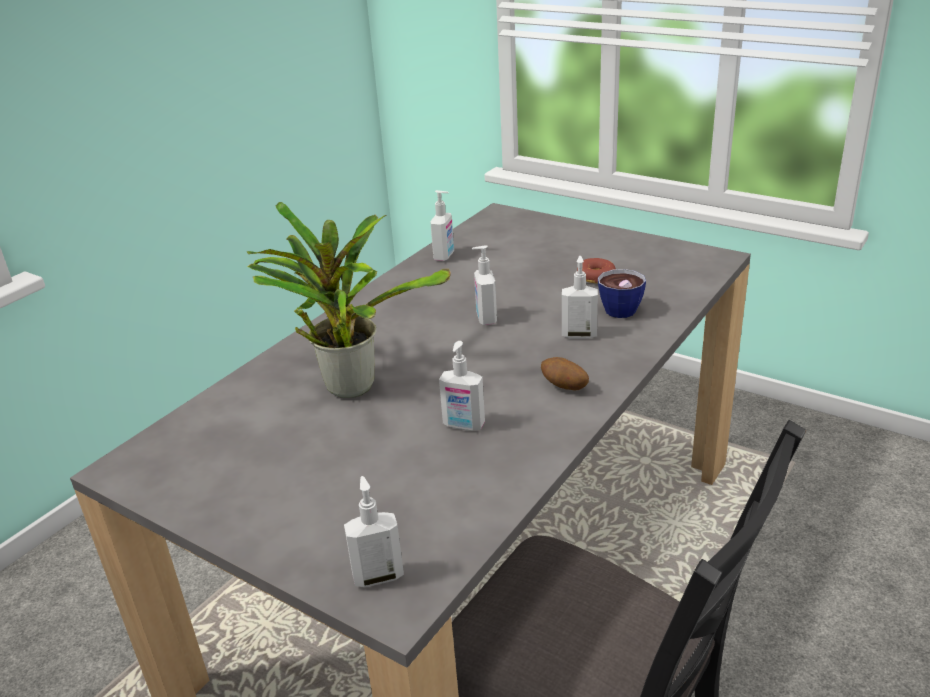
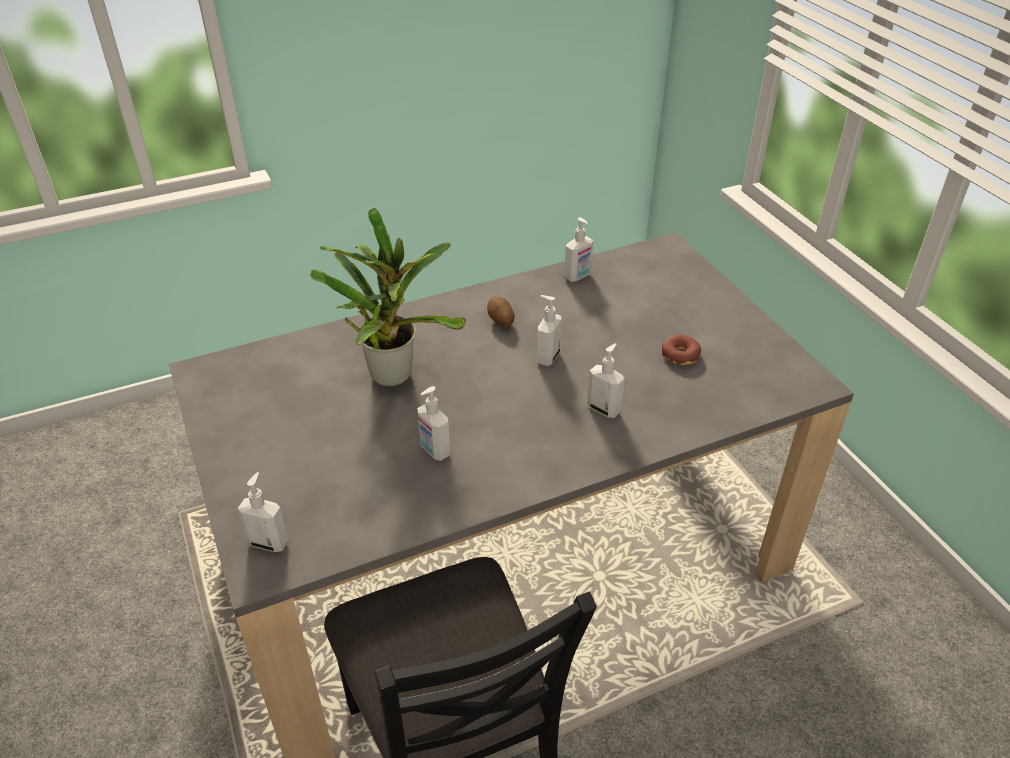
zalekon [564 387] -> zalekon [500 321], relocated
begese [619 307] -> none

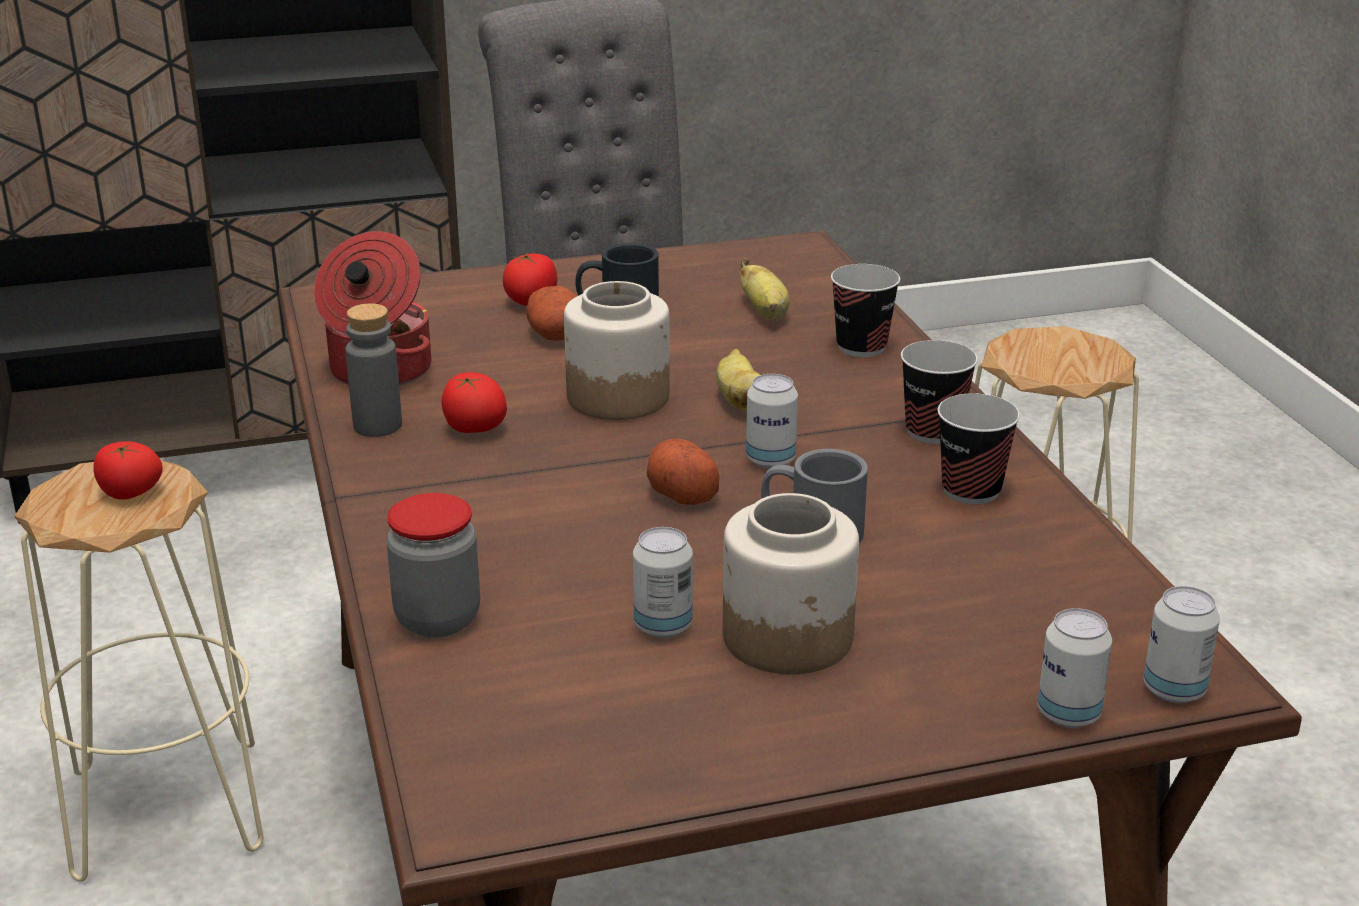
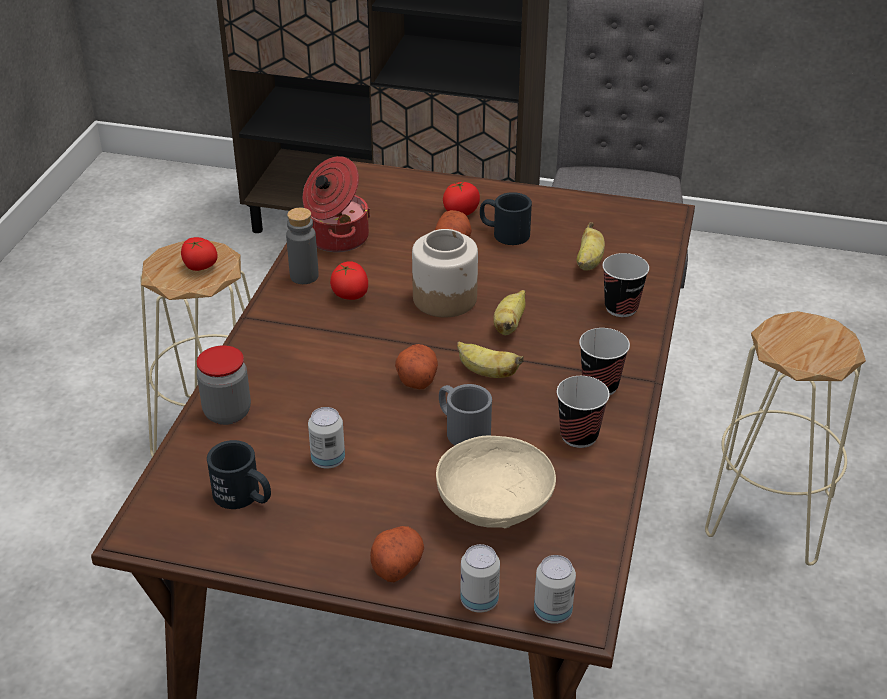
none -> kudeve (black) [244 497]
none -> zalekon [396 564]
none -> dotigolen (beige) [492 511]
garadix [770 460] -> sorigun [486 372]
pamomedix [789 638] -> none

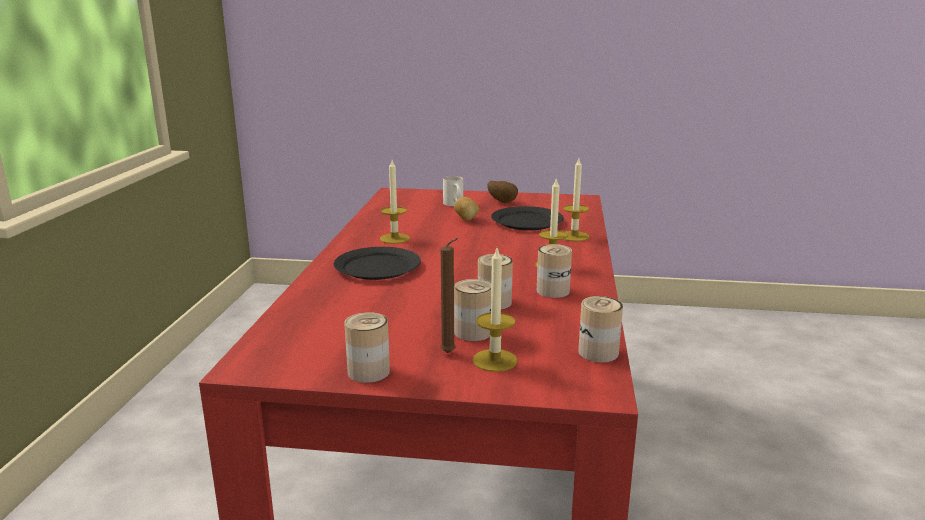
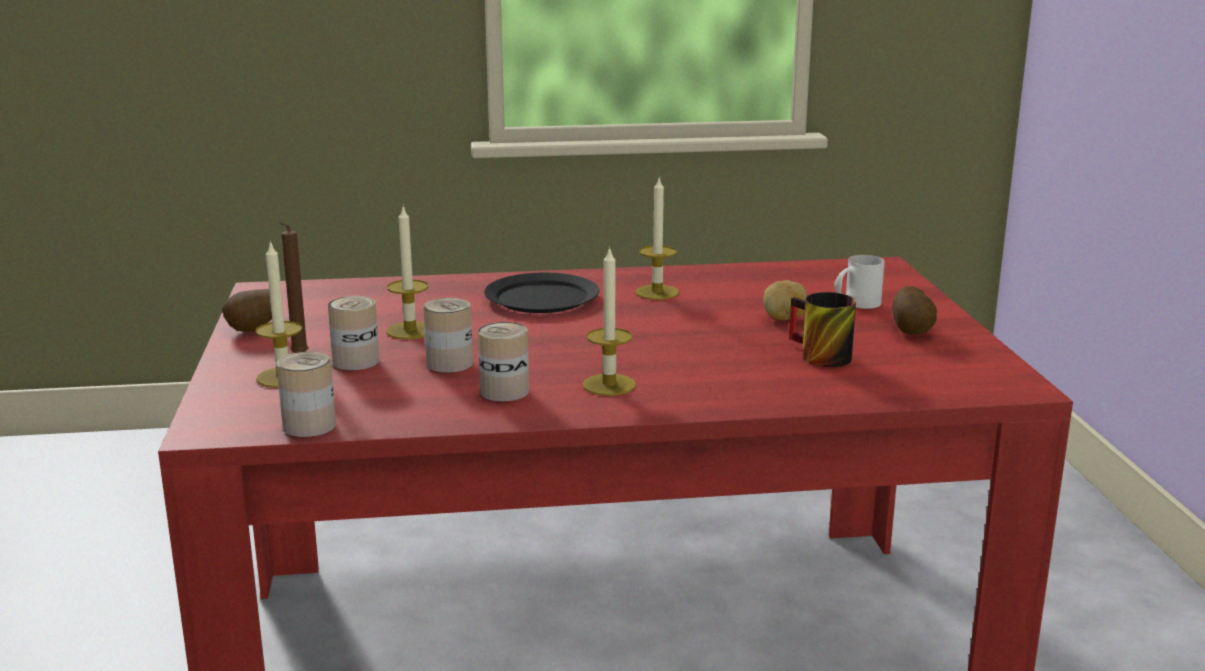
garadix [368 372] -> zalekon [254 331]
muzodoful [574 236] -> muzodoful [410 330], relocated
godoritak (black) [527 221] -> kudeve [816 356]

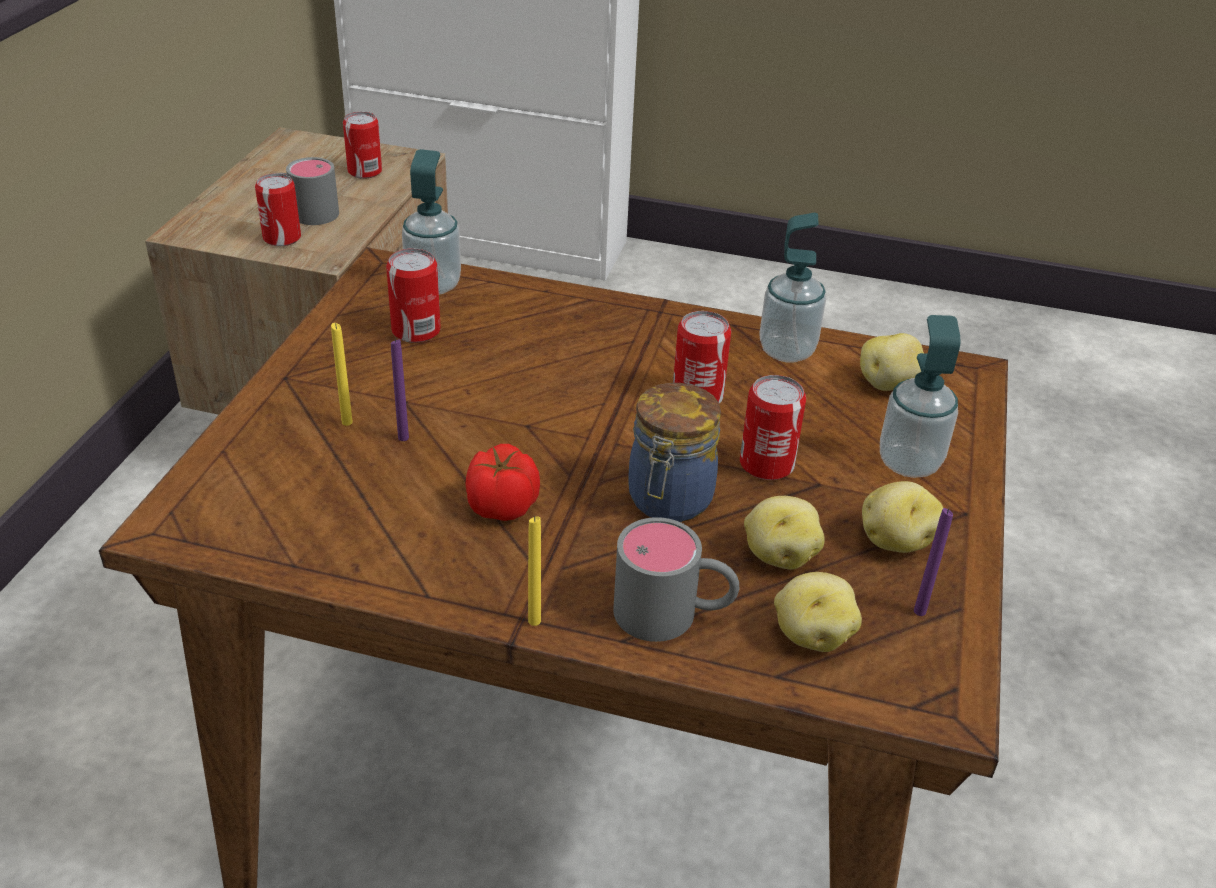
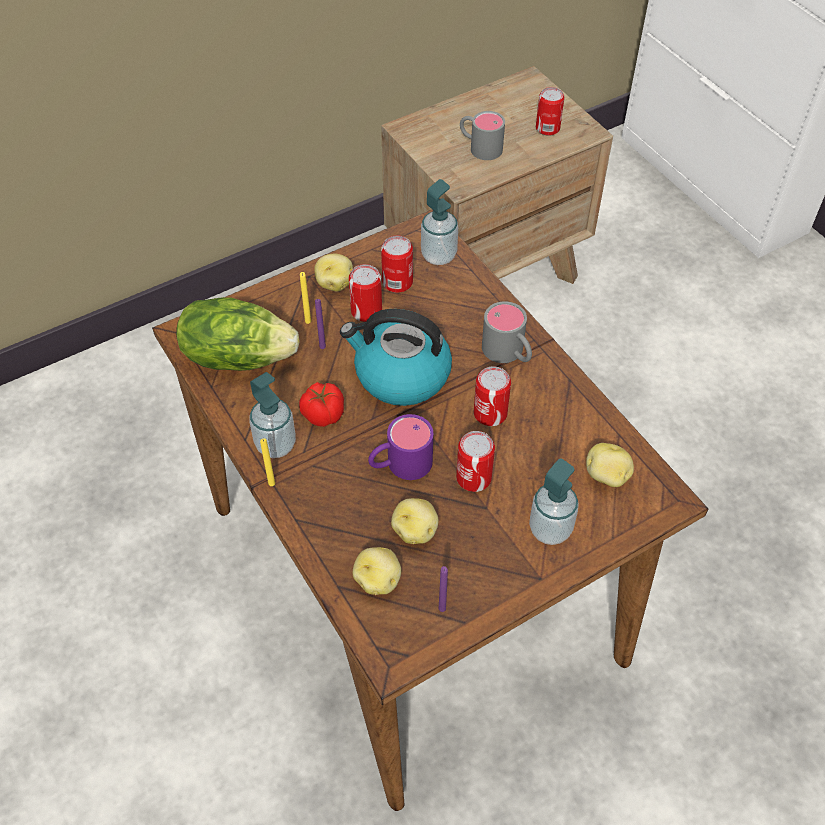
none -> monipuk [238 356]
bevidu [787 351] -> bevidu [275 445], relocated
zalekon [894 540] -> zalekon [335 283], relocated
none -> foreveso [400 375]
garadix [282 238] -> garadix [366 311], relocated
pamomedix [668 501] -> kudeve (purple) [400 464]
kudeve (grey) [673 614] -> kudeve (grey) [508 353], relocated

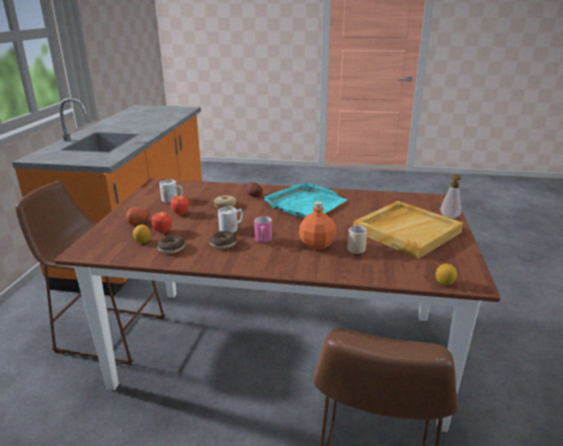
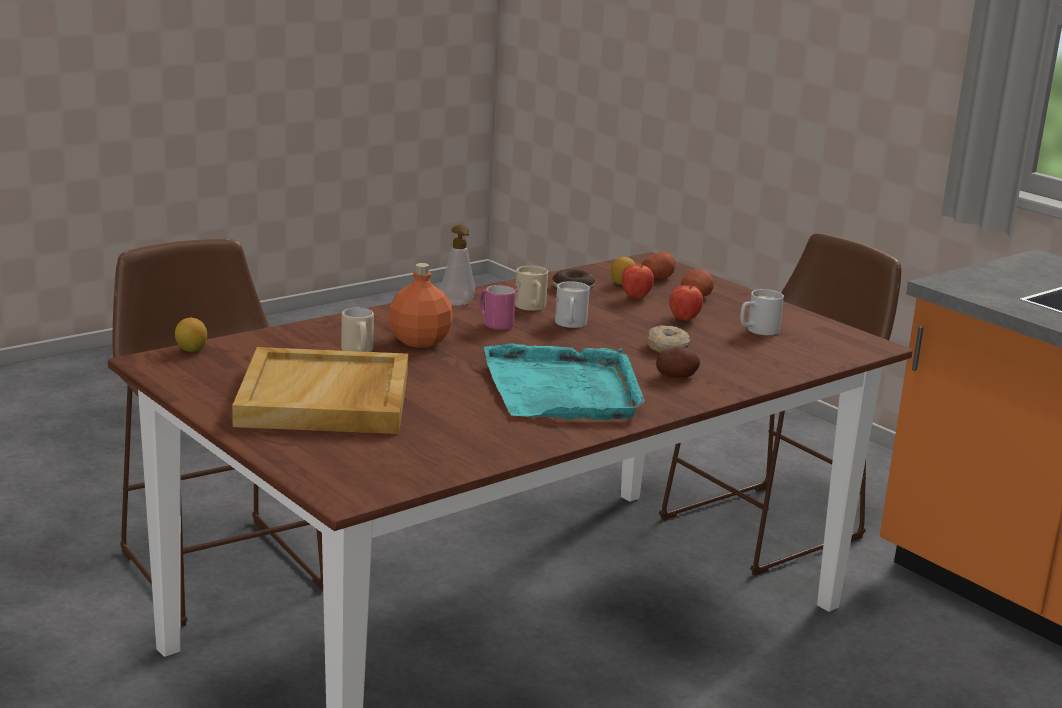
bevidu [449 216] -> bevidu [458 304], relocated
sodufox [223 244] -> kudeve (beige) [532 308]
none -> zalekon [657 277]

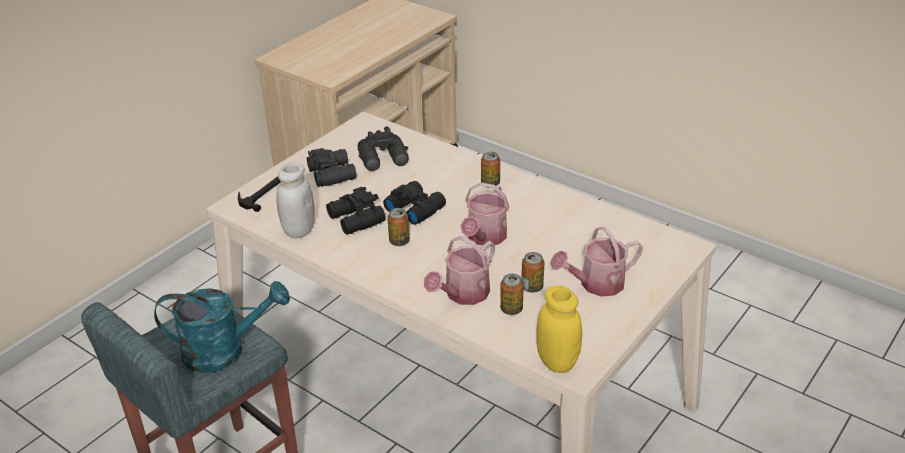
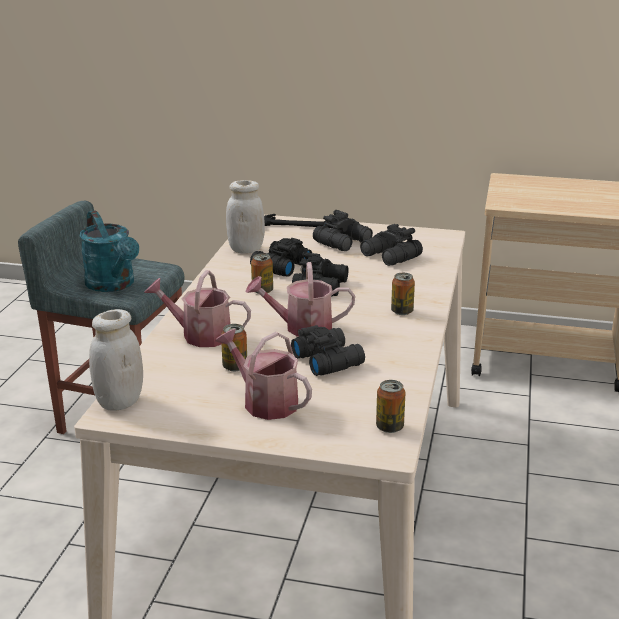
pamomedix (yellow) [557 362] -> pamomedix (white) [119 402]
none -> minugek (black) [328 359]
garadix [511 309] -> garadix [389 427], relocated

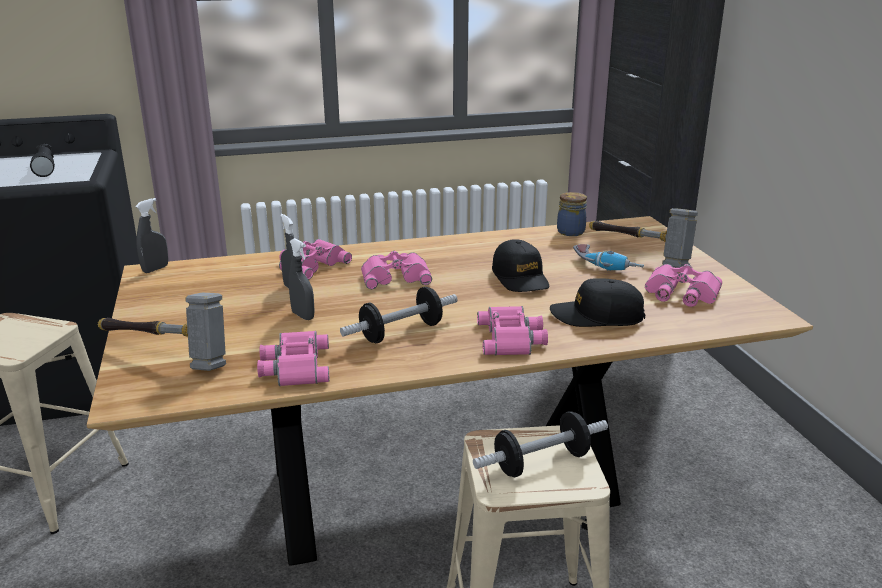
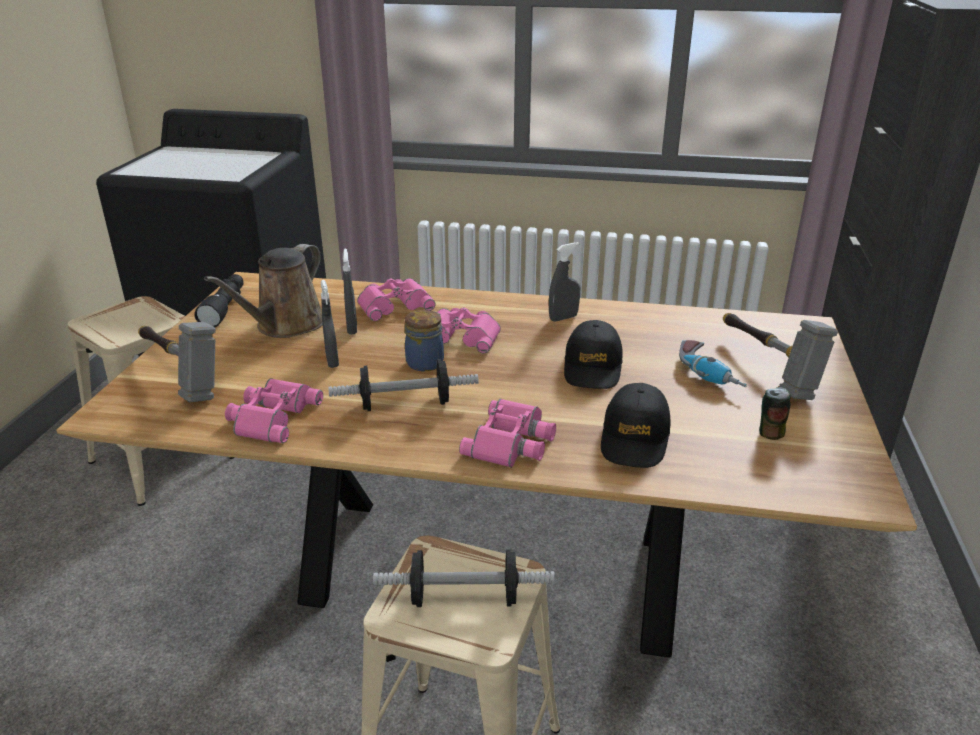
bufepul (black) [45 167] -> bufepul (black) [225 308], relocated
none -> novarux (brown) [286 326]
pamomedix [571 231] -> pamomedix [426 362], relocated
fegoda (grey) [155 269] -> fegoda (grey) [563 318], relocated
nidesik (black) [597 316] -> nidesik (black) [635 438], 105 degrees counterclockwise
minugek (pink) [680 293] -> garadix [770 433]

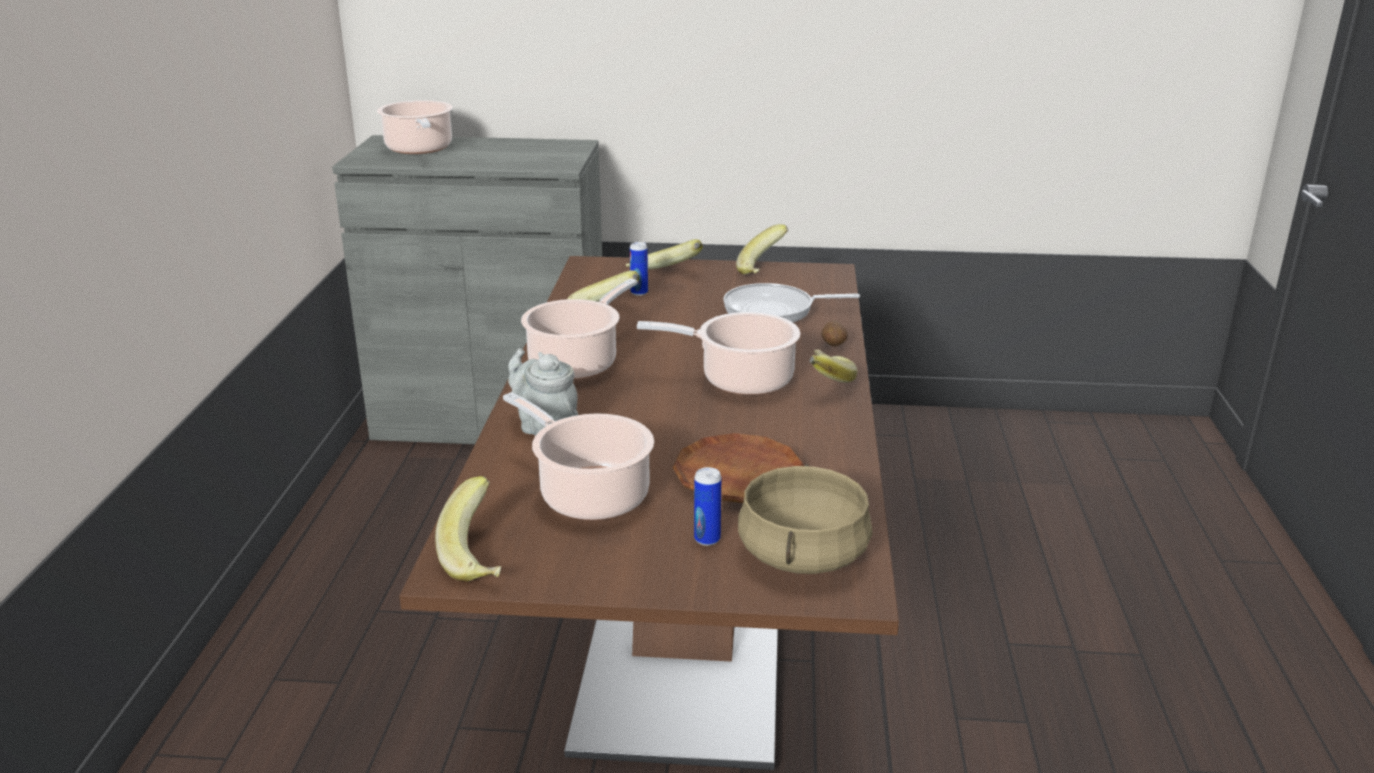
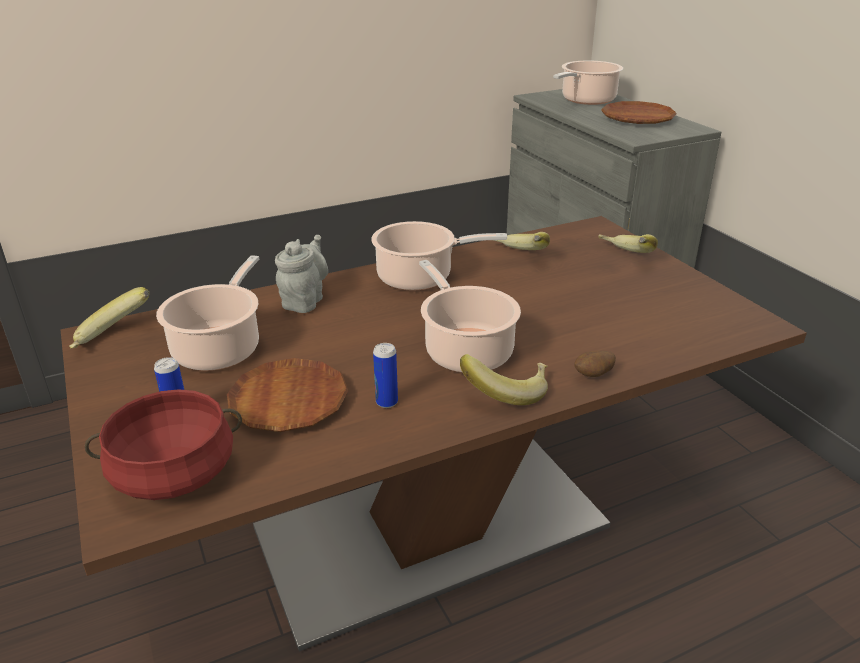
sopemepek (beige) [801 554] -> sopemepek (red) [175 473]
garadix [639 292] -> garadix [387 402], relocated
none -> godoritak (brown) [637 118]
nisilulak [774 311] -> none
sorigun [764 270] -> none

